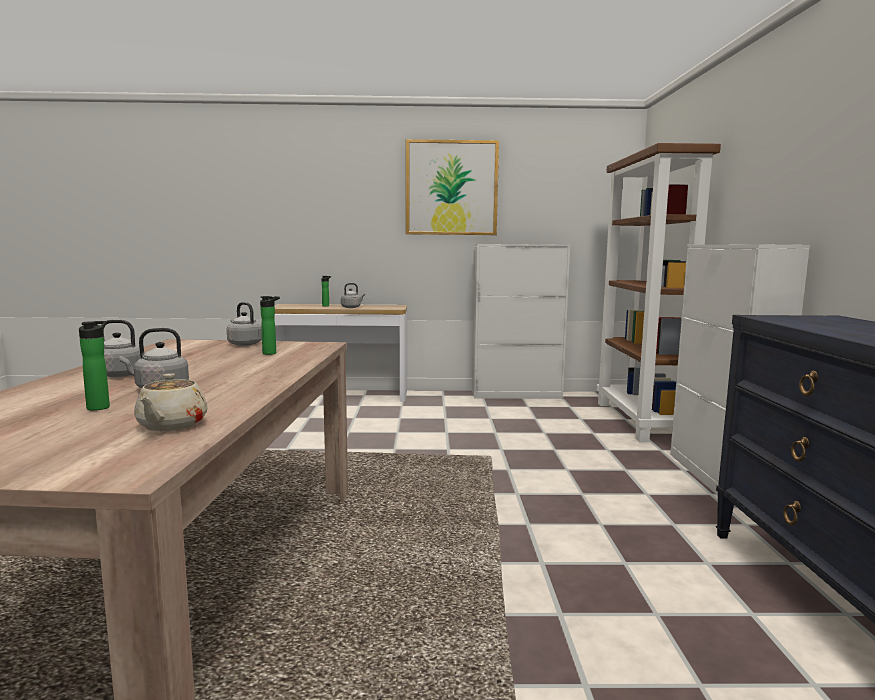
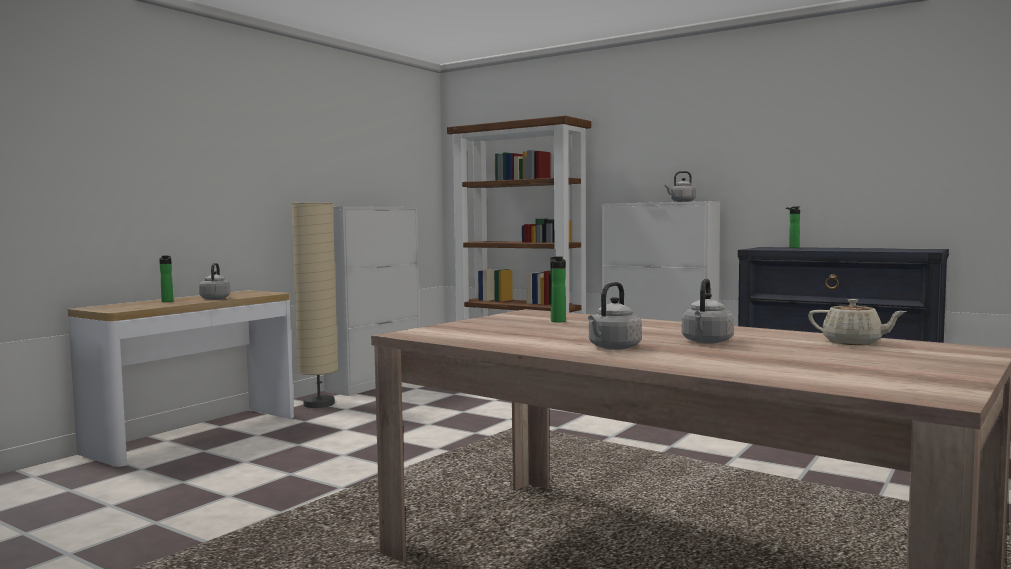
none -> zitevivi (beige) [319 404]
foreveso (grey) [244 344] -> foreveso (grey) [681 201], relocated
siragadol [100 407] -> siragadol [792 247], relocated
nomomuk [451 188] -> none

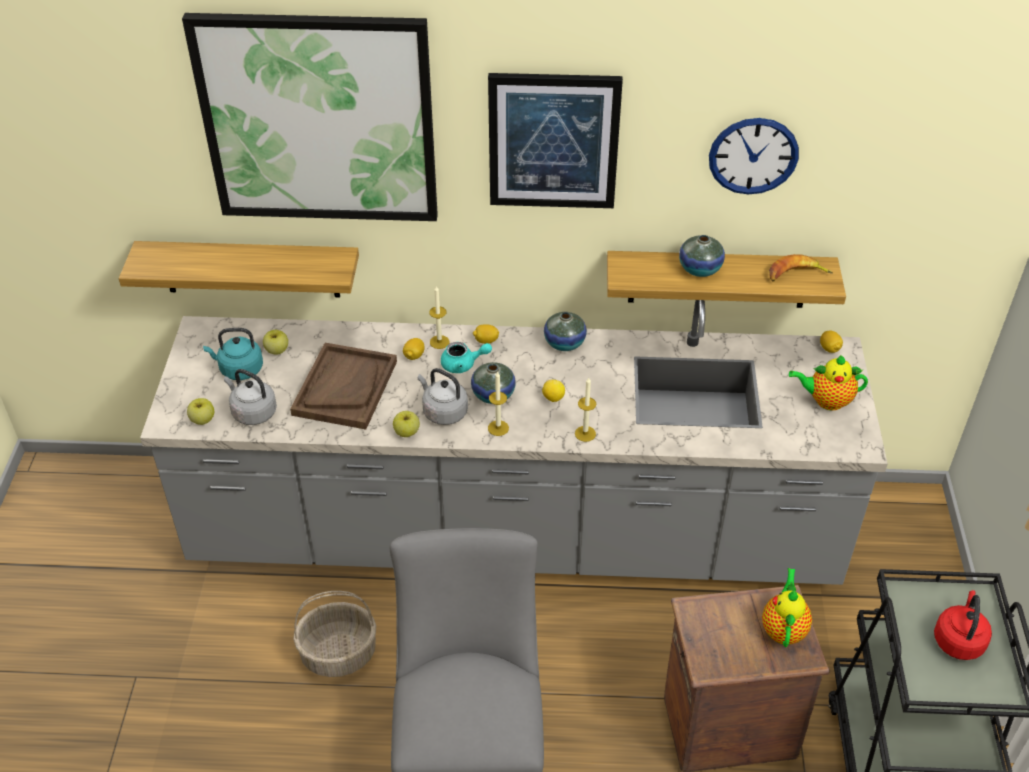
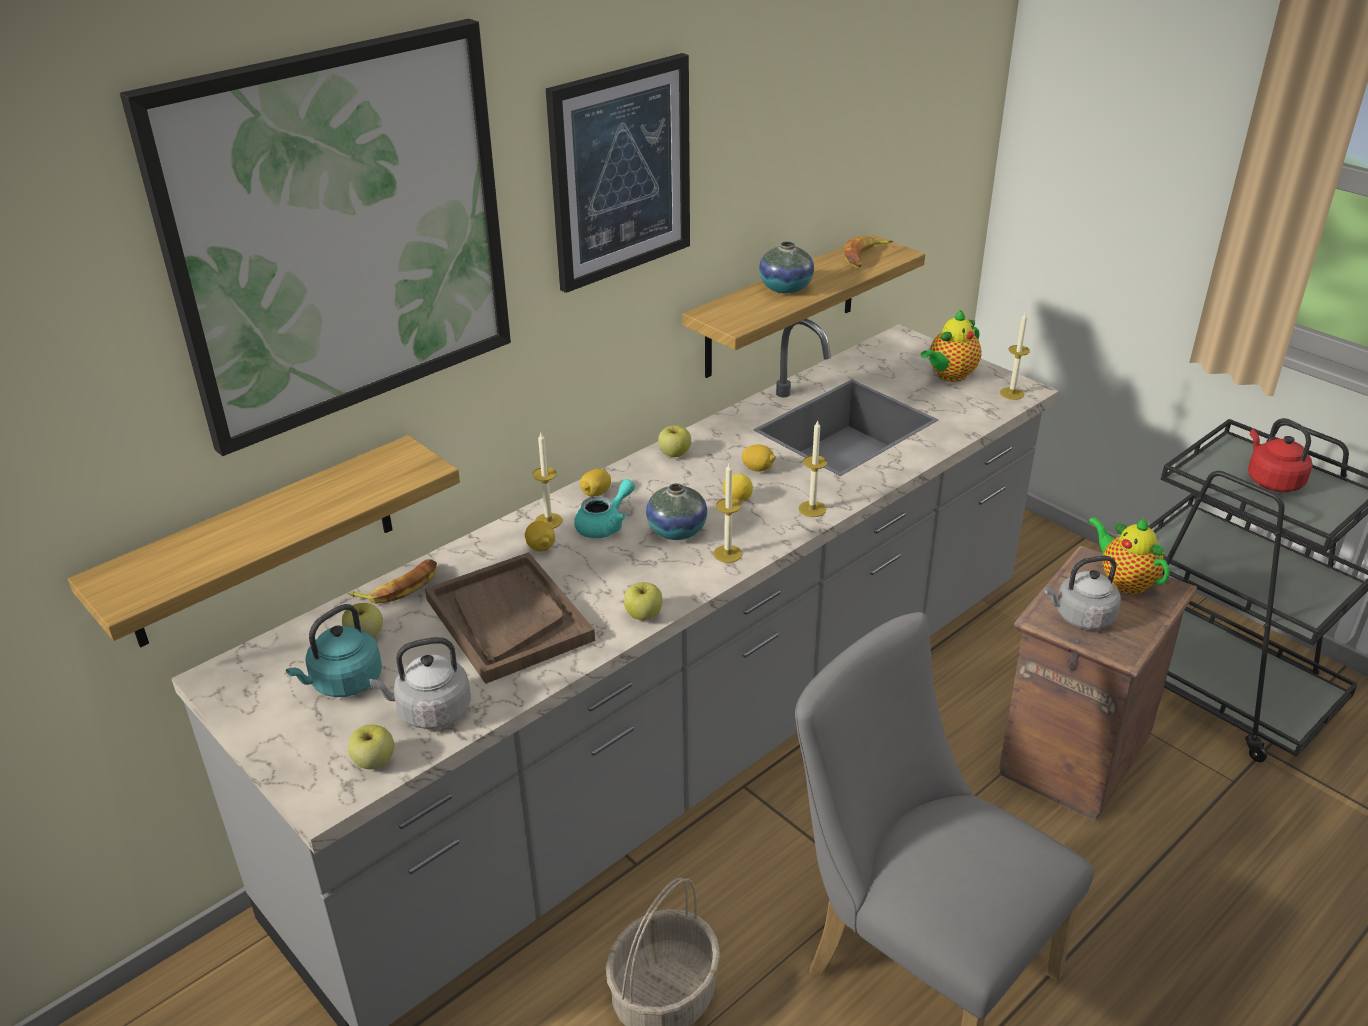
none -> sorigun [399 587]
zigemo [564 343] -> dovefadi [674 453]
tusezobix [829 349] -> tusezobix [758 468], relocated
none -> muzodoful [1012 393]
foreveso (grey) [443 412] -> foreveso (grey) [1081 617], relocated
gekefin [753 156] -> none

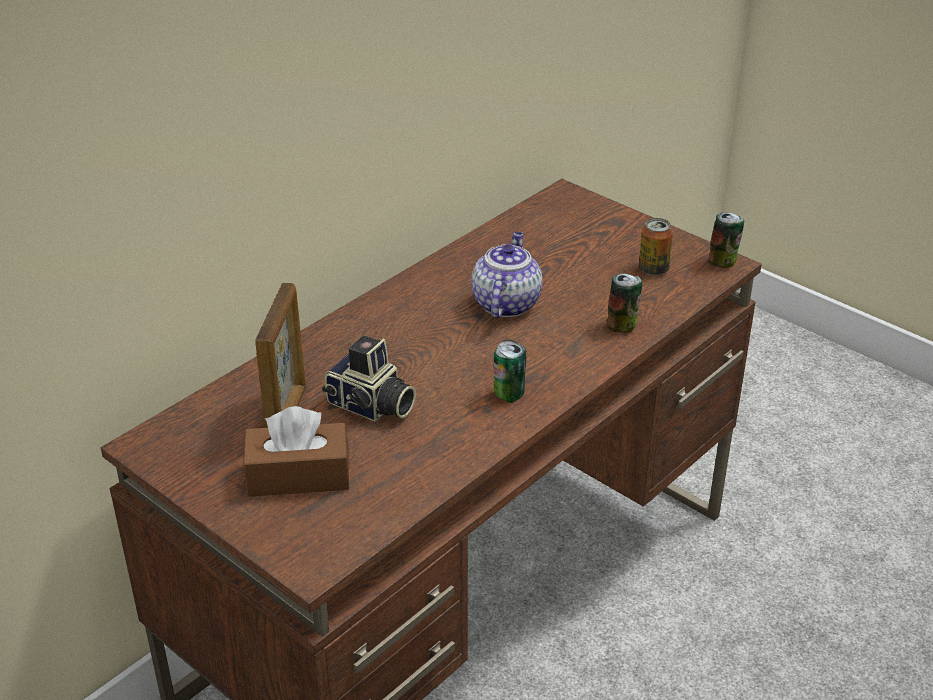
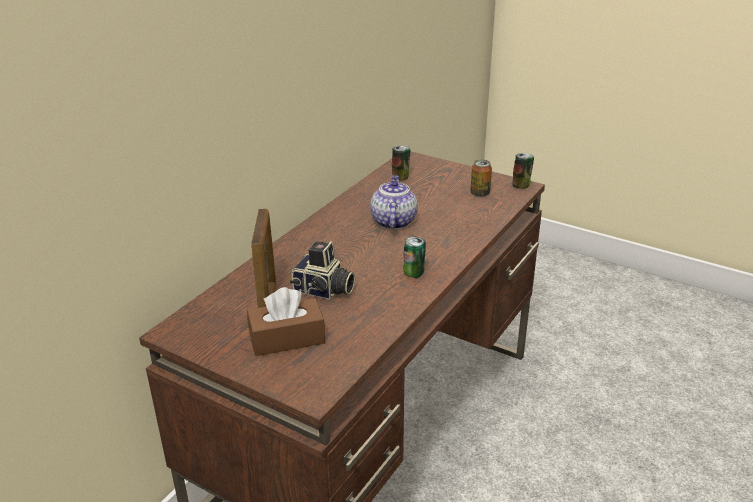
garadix [622 326] -> garadix [400 177], relocated

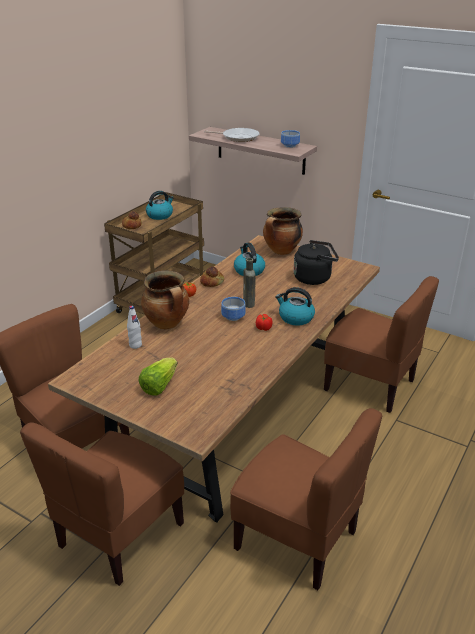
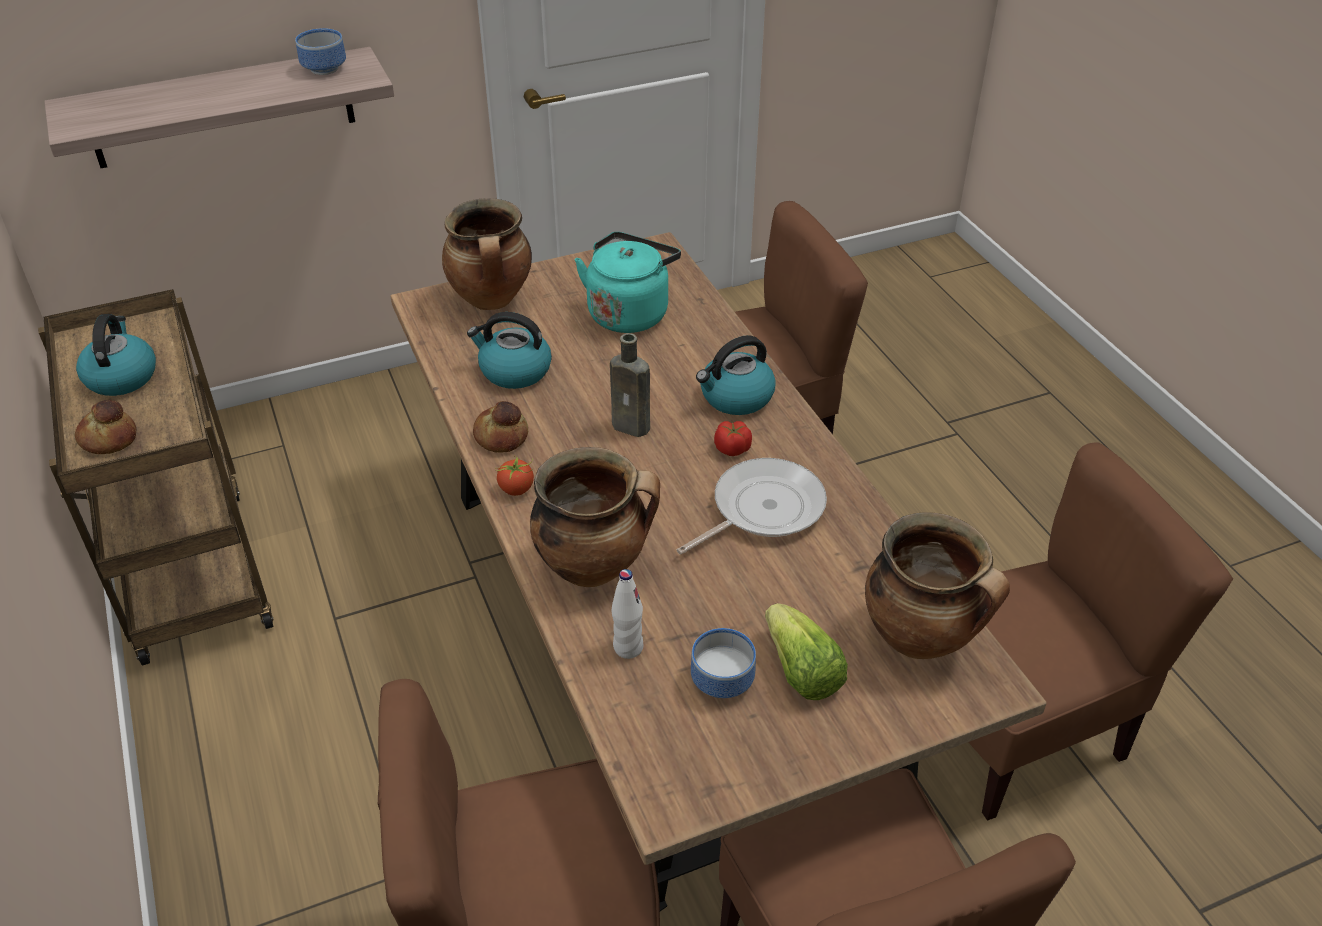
foreveso (black) [314 278] -> foreveso (turquoise) [629 312]
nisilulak [238 137] -> nisilulak [762 509], relocated
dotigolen [234 317] -> dotigolen [723 678], relocated
none -> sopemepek [922 638]

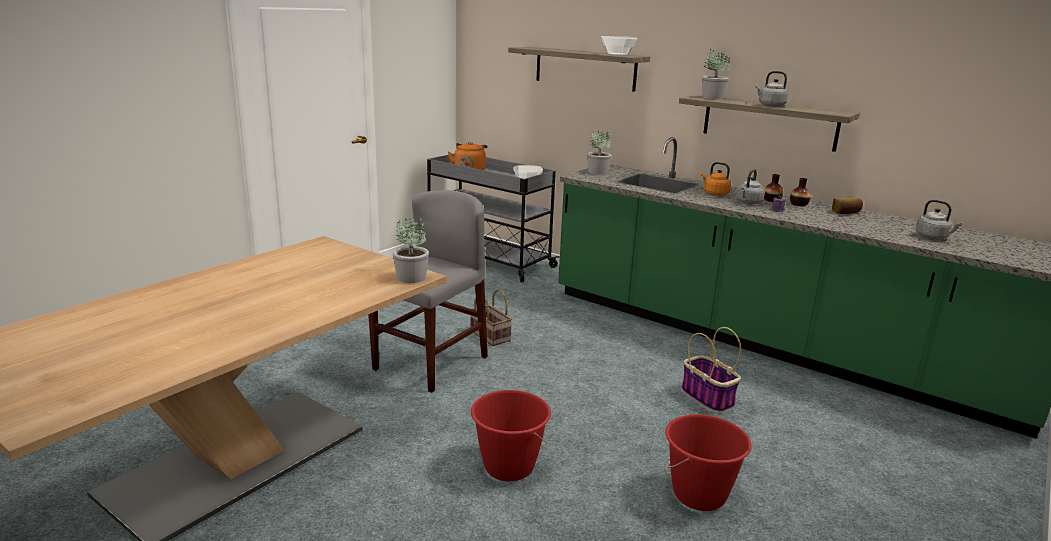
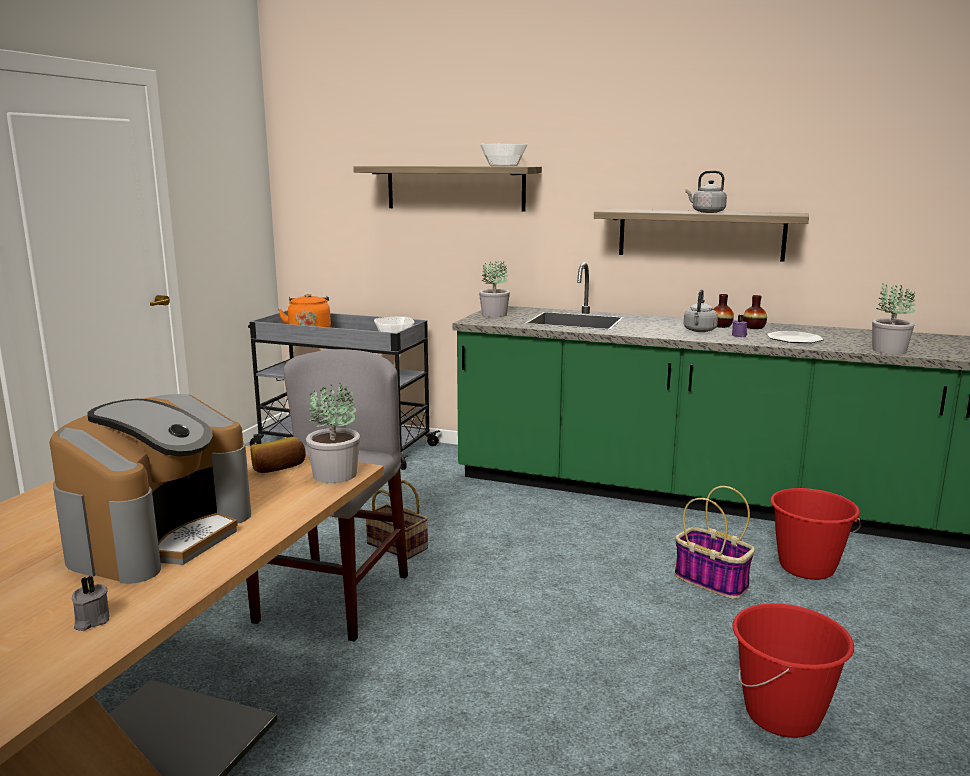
none -> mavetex [160 535]
none -> muzodoful (grey) [91 621]
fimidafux [846 212] -> fimidafux [279 468], relocated
none -> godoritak [794 339]
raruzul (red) [508 467] -> raruzul (red) [806 567], relocated
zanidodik [712 97] -> zanidodik [888 350], relocated
foreveso (orange) [714 193] -> none
foreveso (grey) [933 237] -> none

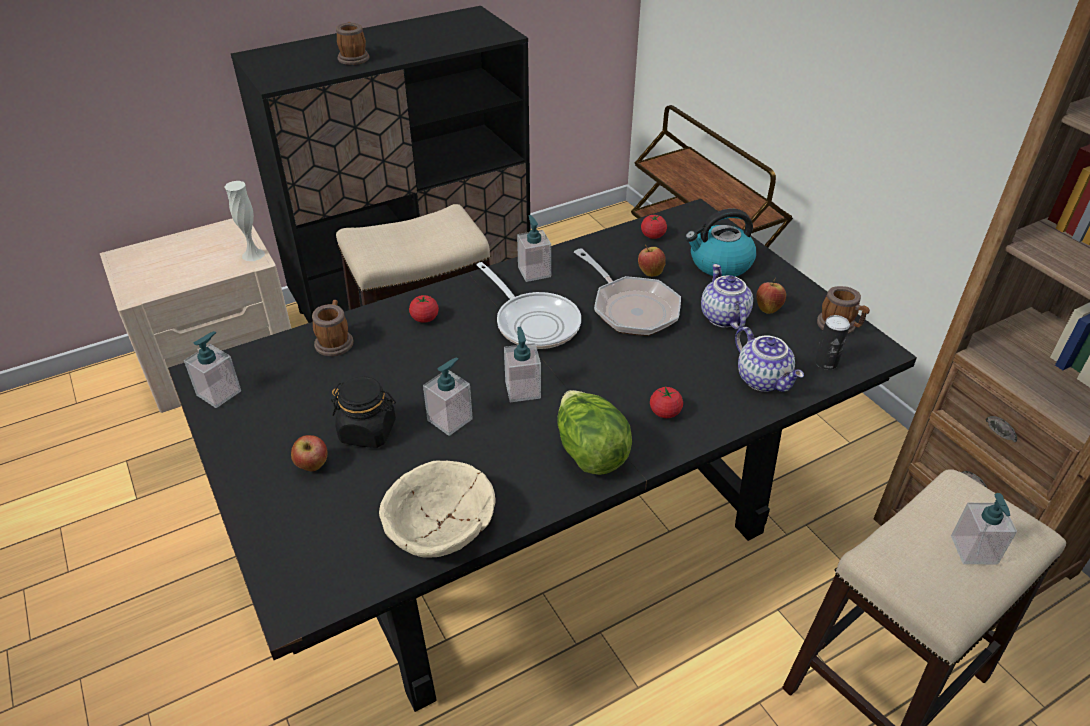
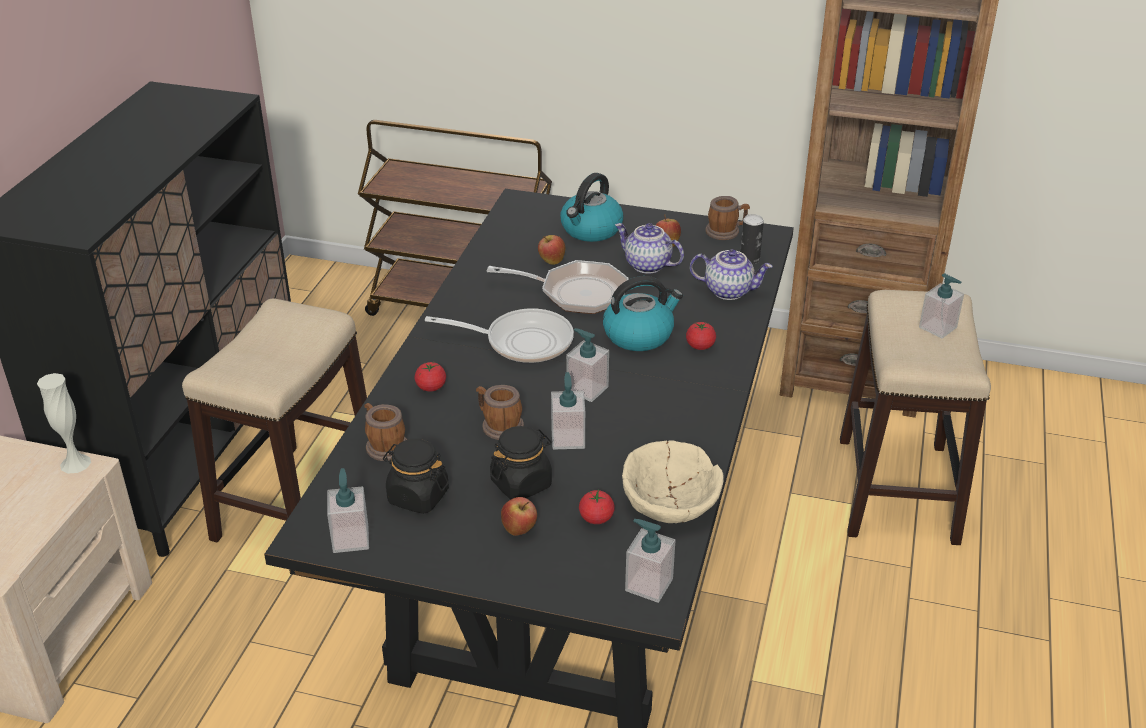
none -> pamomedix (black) [417 496]
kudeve [353 57] -> kudeve [498 425], relocated
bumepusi [653 235] -> bumepusi [596 518], relocated
none -> foreveso [639 334]
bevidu [534 272] -> bevidu [648 585], relocated
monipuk [589 452] -> none

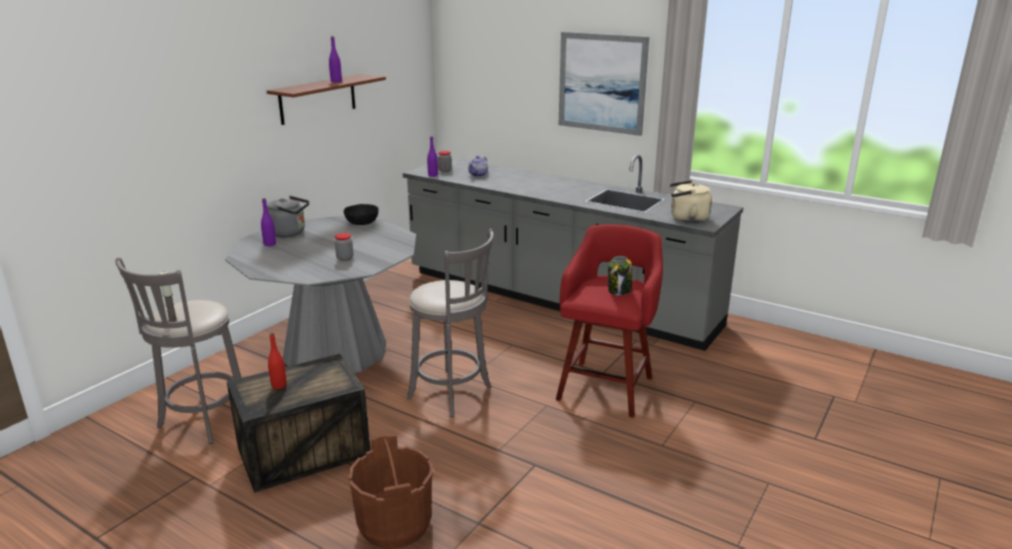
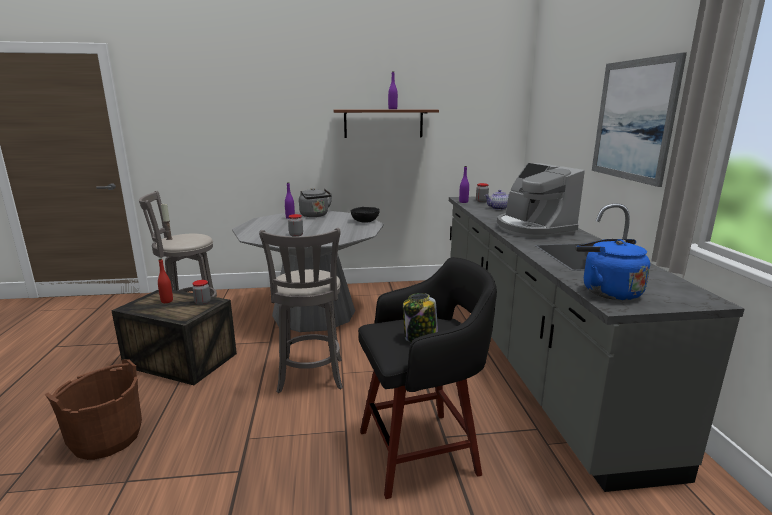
none -> pamomedix [202 303]
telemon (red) [606 386] -> telemon (black) [421 451]
none -> mavetex [533 229]
foreveso (beige) [686 219] -> foreveso (blue) [607 291]

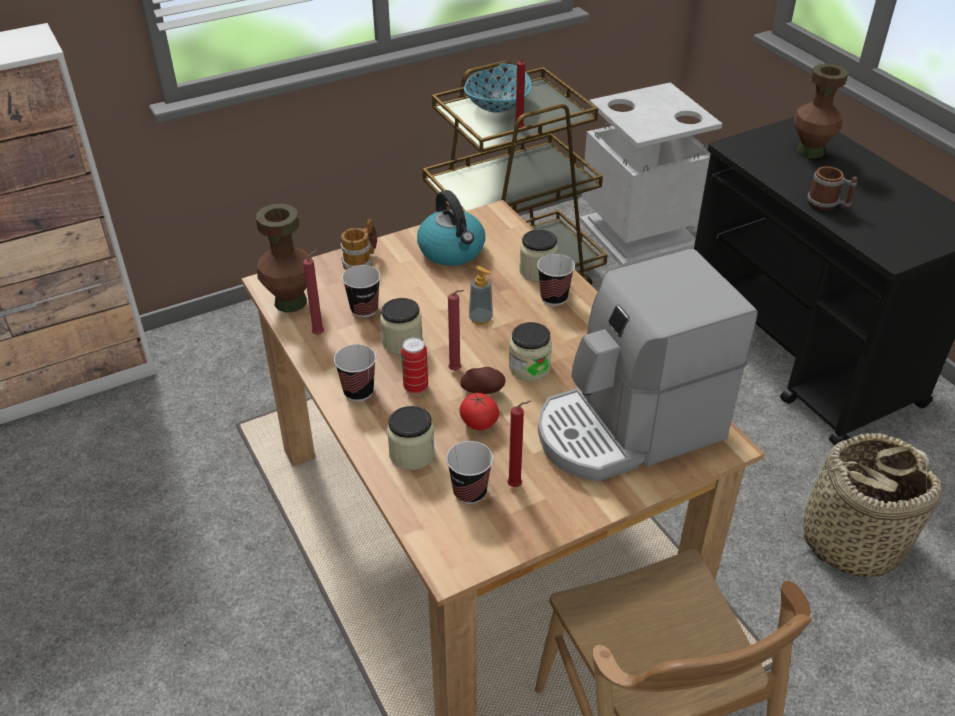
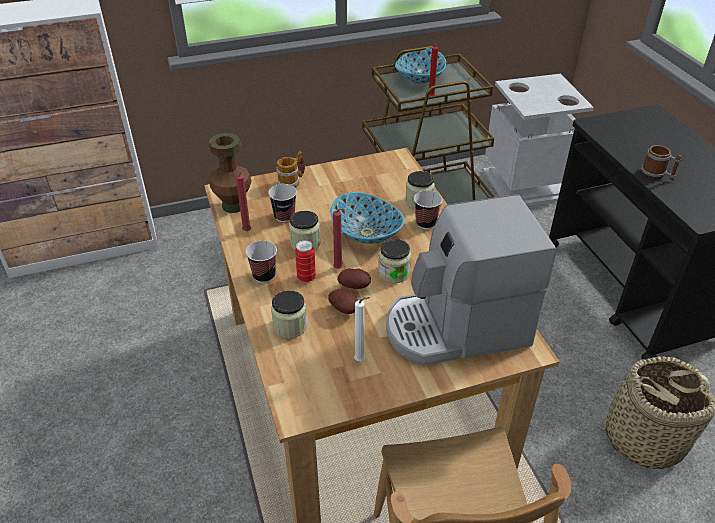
bumepusi [478 423] -> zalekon [345 309]
bevidu [480 319] -> dotigolen [367 233]
muzodoful (red) [517 486] -> muzodoful (white) [361 360]
foreveso [452 251] -> none
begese [469 492] -> none
zigemo (brown) [810 151] -> none

